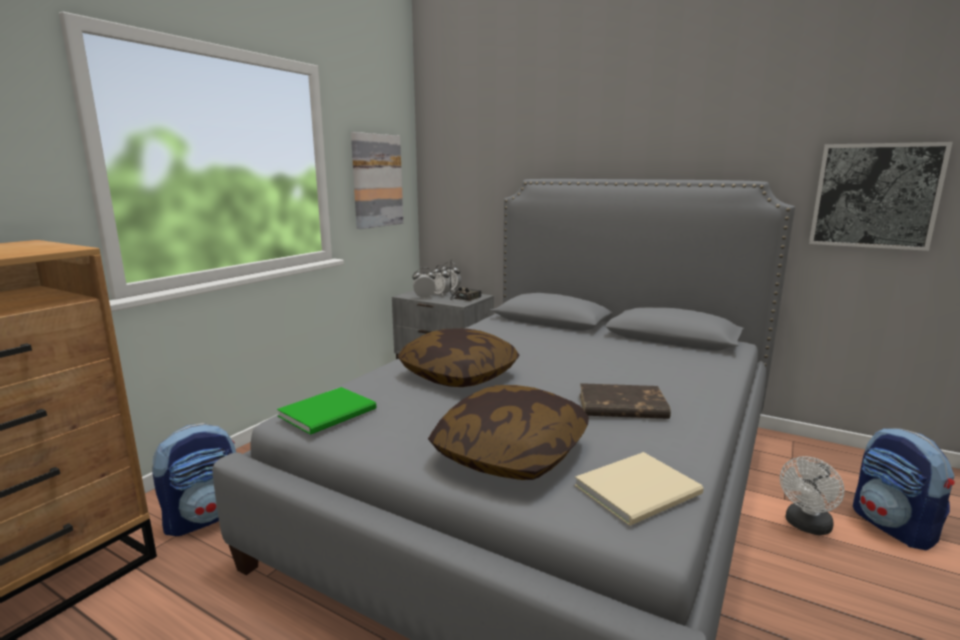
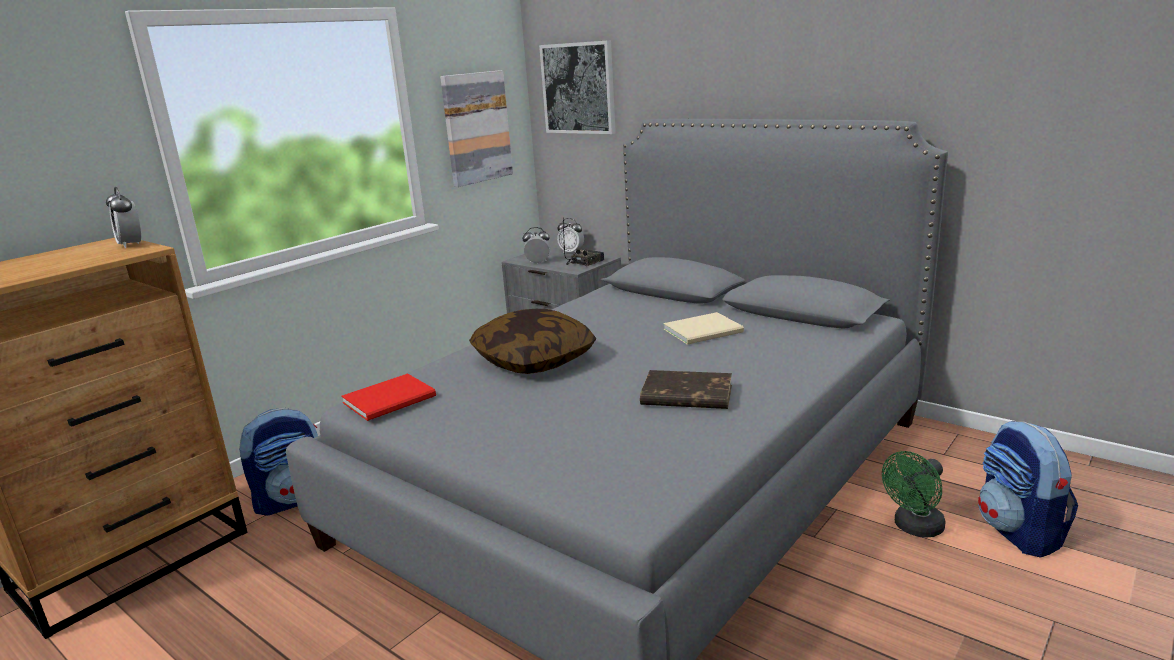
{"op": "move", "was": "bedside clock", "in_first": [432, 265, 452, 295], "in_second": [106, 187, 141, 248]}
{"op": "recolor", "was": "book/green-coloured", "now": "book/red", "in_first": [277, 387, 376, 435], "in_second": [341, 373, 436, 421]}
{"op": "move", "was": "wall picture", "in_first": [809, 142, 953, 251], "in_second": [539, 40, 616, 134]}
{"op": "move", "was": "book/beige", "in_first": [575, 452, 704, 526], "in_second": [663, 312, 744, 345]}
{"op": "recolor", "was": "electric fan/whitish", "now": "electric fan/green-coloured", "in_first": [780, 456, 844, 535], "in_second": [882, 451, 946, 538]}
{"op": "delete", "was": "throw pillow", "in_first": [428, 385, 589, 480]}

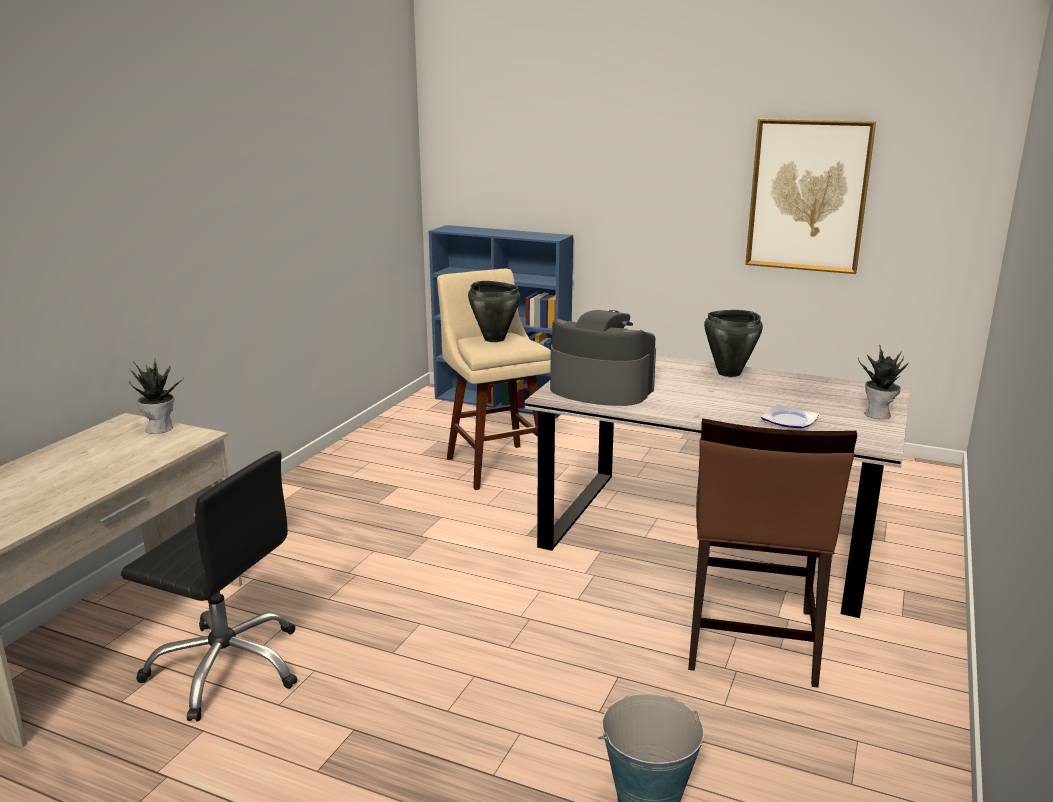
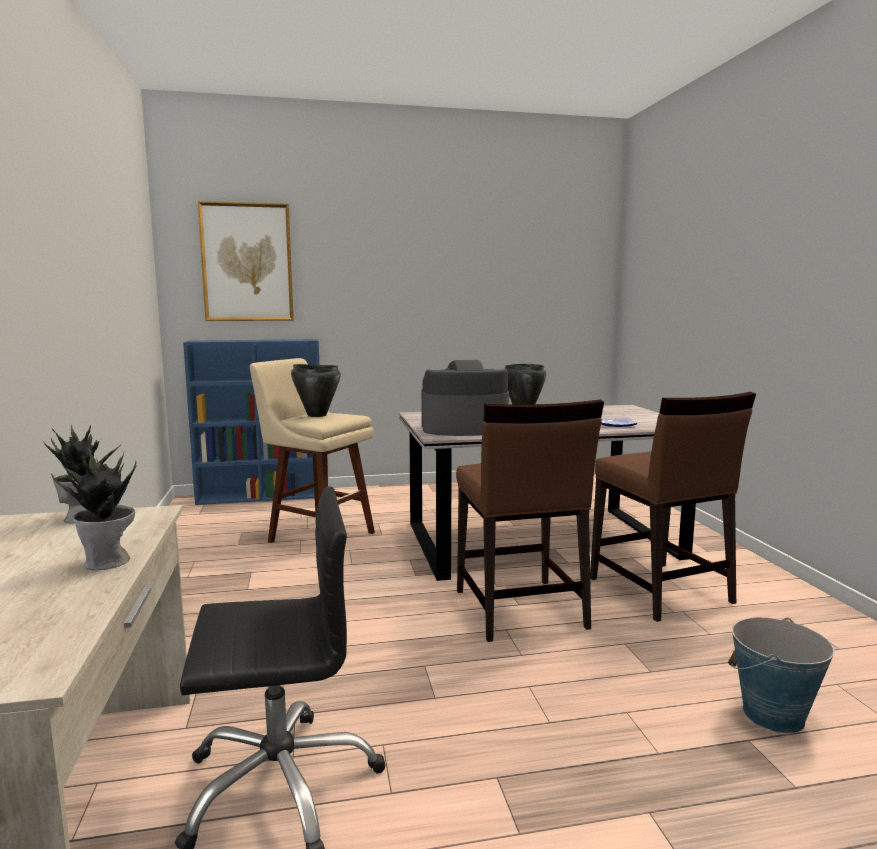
{"op": "move", "was": "houseplant", "in_first": [858, 344, 908, 419], "in_second": [51, 447, 136, 570]}
{"op": "move", "was": "wall picture", "in_first": [745, 118, 876, 274], "in_second": [197, 201, 294, 321]}
{"op": "insert", "now": "upright chair/brownish", "in_second": [456, 400, 604, 642]}

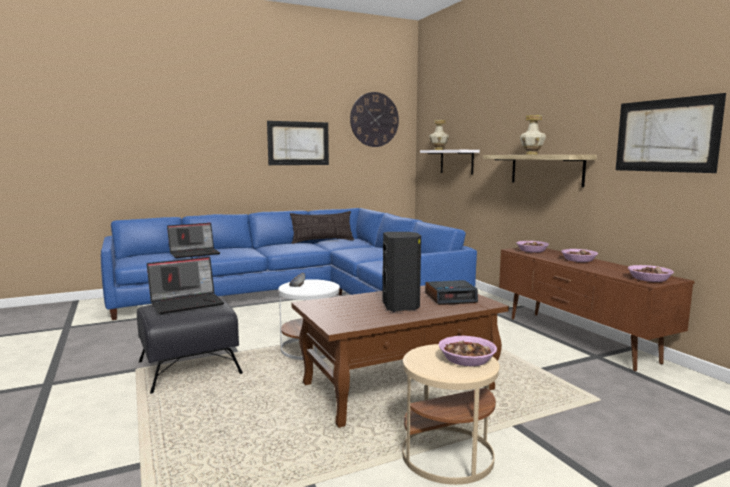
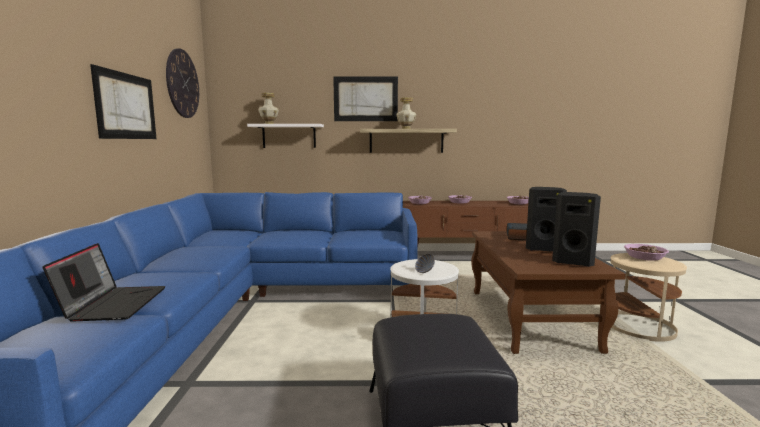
{"op": "move", "was": "wall picture", "in_first": [616, 93, 726, 173], "in_second": [333, 77, 398, 121]}
{"op": "insert", "now": "loudspeaker/black-coloured", "in_second": [552, 192, 601, 267]}
{"op": "delete", "was": "portable computer", "in_first": [147, 257, 224, 314]}
{"op": "delete", "was": "throw pillow", "in_first": [290, 211, 354, 244]}

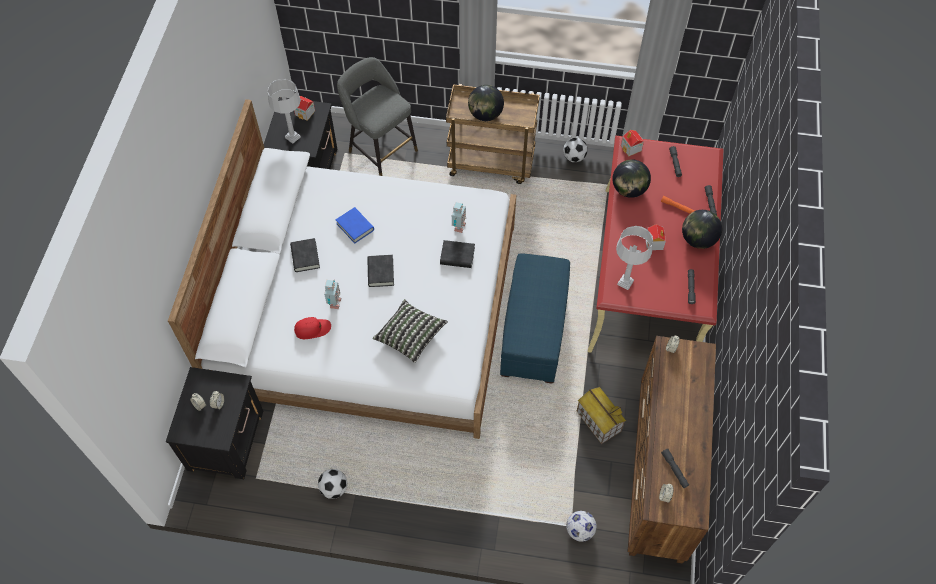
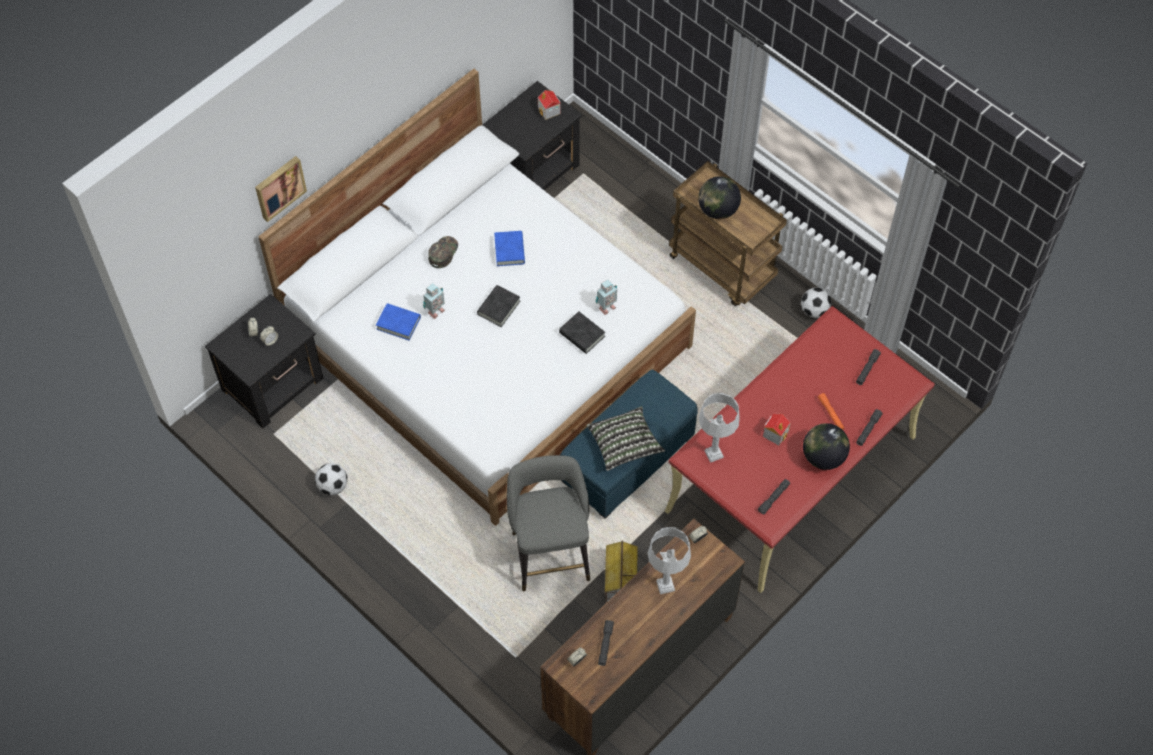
{"op": "insert", "now": "wall picture", "in_second": [255, 156, 307, 222]}
{"op": "replace", "was": "cap/red", "now": "book/blue-coloured", "in_first": [294, 317, 331, 339], "in_second": [376, 303, 421, 341]}
{"op": "replace", "was": "book/black-coloured", "now": "cap/green-coloured", "in_first": [290, 238, 320, 272], "in_second": [428, 236, 458, 268]}
{"op": "move", "was": "stool/gray", "in_first": [337, 57, 418, 176], "in_second": [507, 455, 590, 591]}
{"op": "move", "was": "throw pillow", "in_first": [373, 299, 448, 363], "in_second": [586, 406, 665, 471]}
{"op": "move", "was": "table lamp/gray", "in_first": [268, 79, 301, 144], "in_second": [648, 527, 691, 594]}
{"op": "delete", "was": "football", "in_first": [566, 511, 597, 542]}
{"op": "delete", "was": "desk globe", "in_first": [612, 160, 651, 198]}
{"op": "delete", "was": "model house", "in_first": [621, 130, 644, 156]}

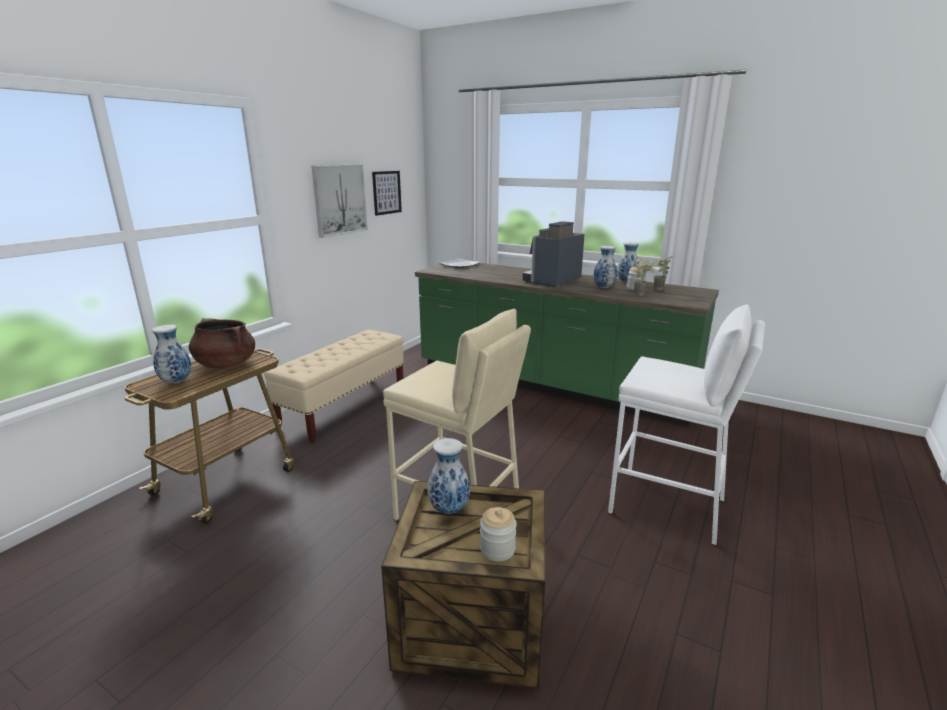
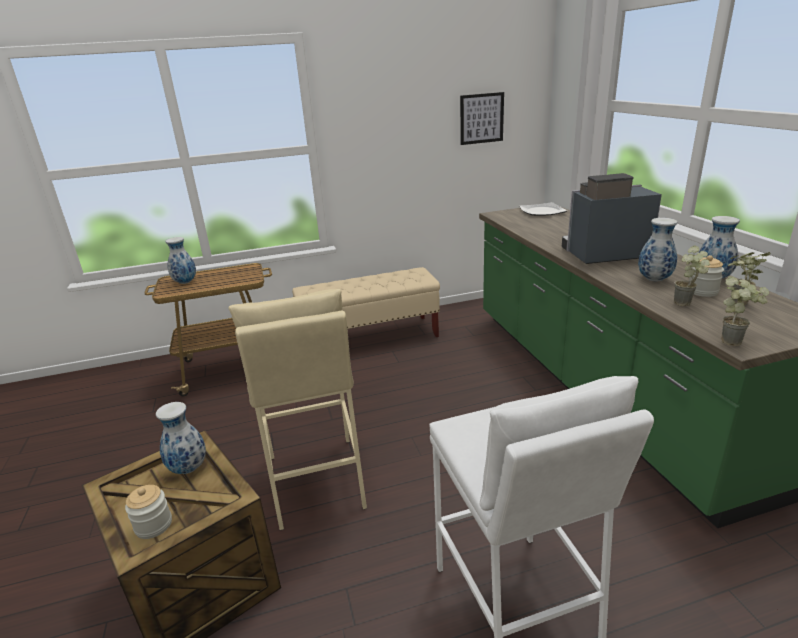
{"op": "insert", "now": "houseplant", "in_second": [722, 276, 769, 346]}
{"op": "delete", "was": "saucepot/brownish", "in_first": [189, 318, 255, 369]}
{"op": "delete", "was": "wall picture", "in_first": [311, 165, 368, 238]}

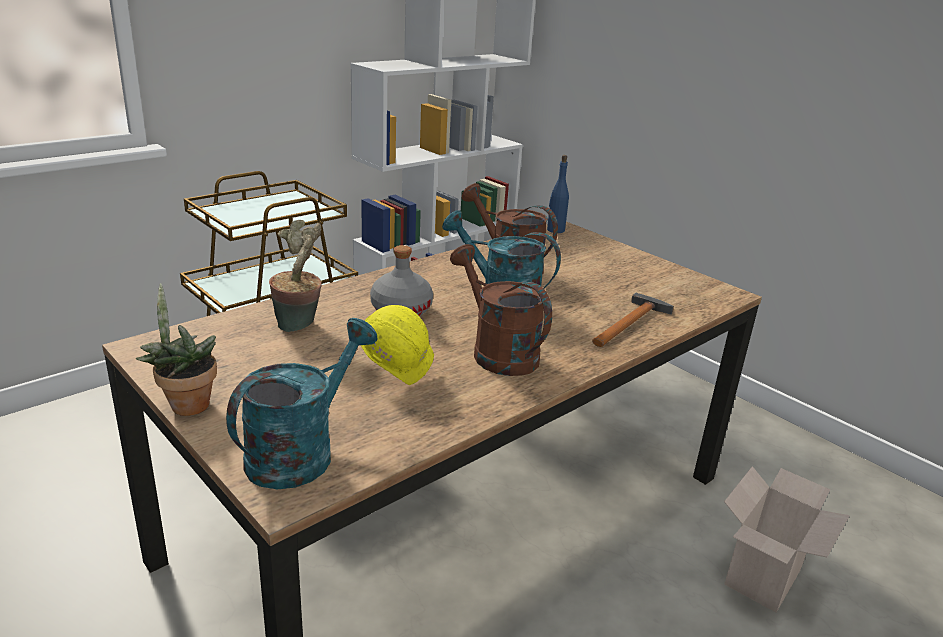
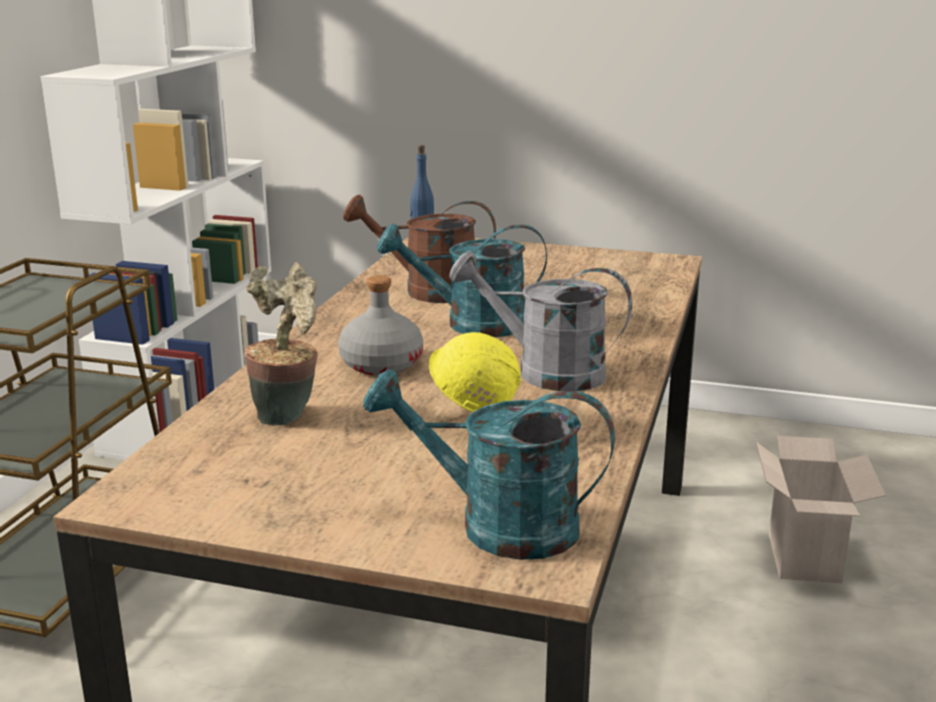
{"op": "rotate", "was": "watering pot/turquoise", "in_first": [226, 318, 378, 489], "in_second": [363, 369, 615, 560], "clockwise": -75}
{"op": "recolor", "was": "watering pot/brownish", "now": "watering pot/gray", "in_first": [450, 244, 552, 376], "in_second": [449, 251, 632, 392]}
{"op": "delete", "was": "houseplant", "in_first": [136, 283, 217, 416]}
{"op": "delete", "was": "hand hammer", "in_first": [592, 293, 674, 347]}

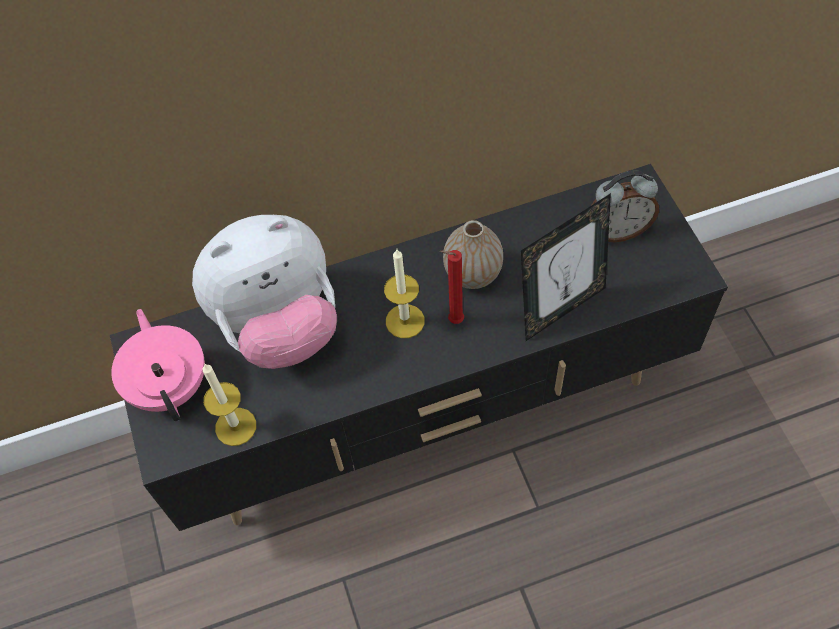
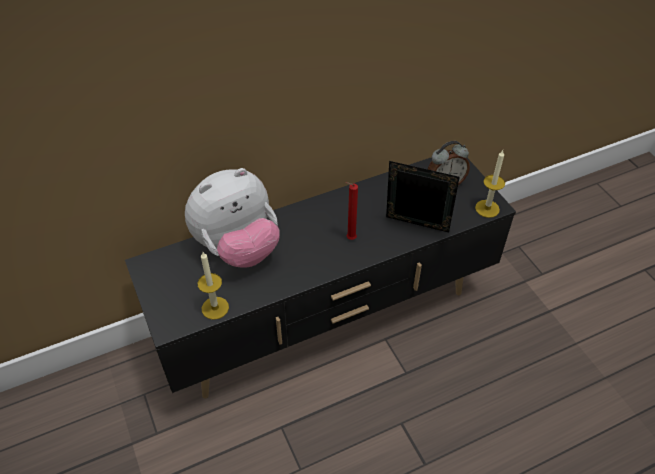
{"op": "rotate", "was": "picture frame", "in_first": [521, 193, 611, 341], "in_second": [386, 161, 460, 232], "clockwise": -120}
{"op": "move", "was": "wax candle", "in_first": [384, 249, 425, 338], "in_second": [475, 150, 505, 218]}
{"op": "delete", "was": "pot for tea/pinkish", "in_first": [111, 309, 205, 421]}
{"op": "delete", "was": "flower vase", "in_first": [443, 220, 503, 289]}

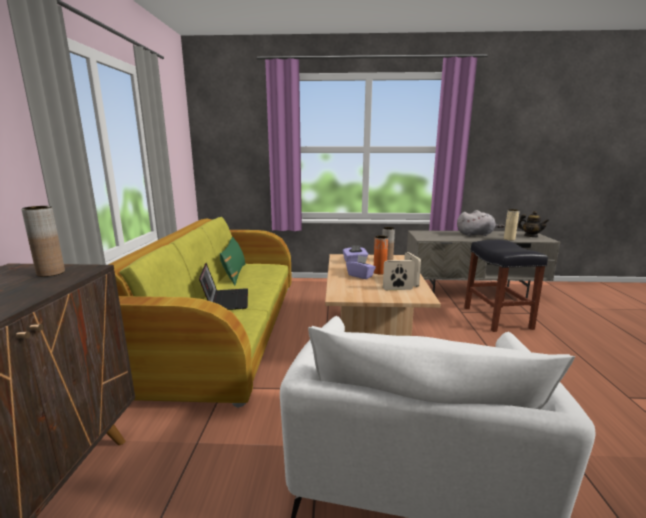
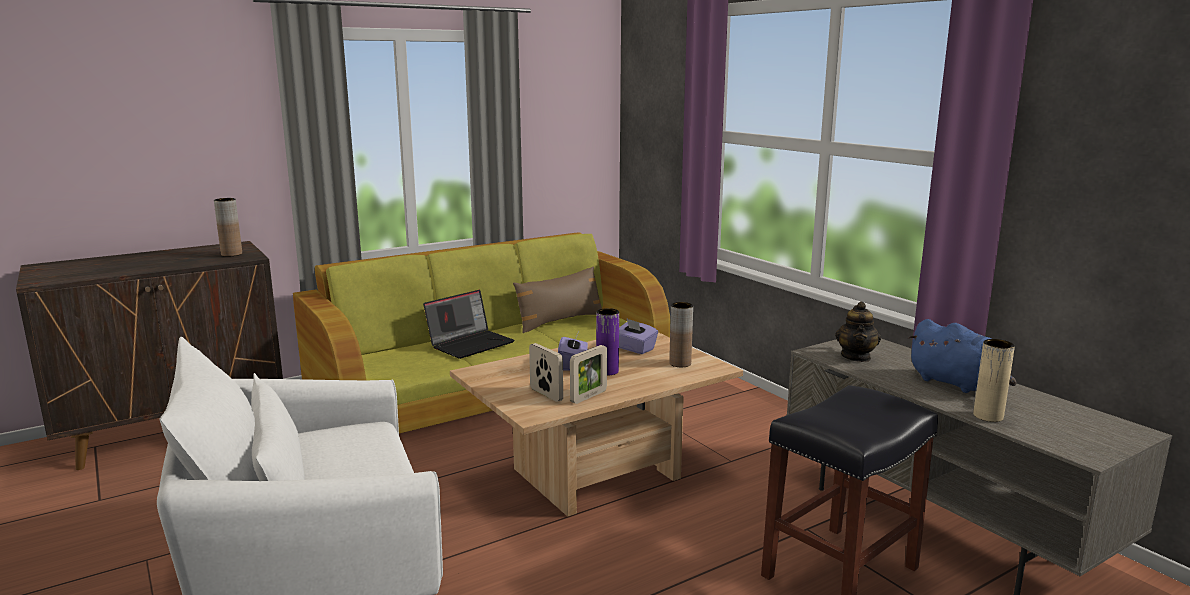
{"op": "recolor", "was": "throw pillow/green-coloured", "now": "throw pillow/brownish", "in_first": [220, 236, 245, 285], "in_second": [513, 266, 602, 333]}
{"op": "recolor", "was": "flower vase/orange", "now": "flower vase/purplish", "in_first": [374, 236, 388, 275], "in_second": [596, 308, 619, 376]}
{"op": "move", "was": "pot for tea", "in_first": [517, 211, 549, 237], "in_second": [835, 302, 881, 362]}
{"op": "recolor", "was": "plush toy/gray", "now": "plush toy/blue-coloured", "in_first": [457, 210, 504, 237], "in_second": [908, 319, 1016, 393]}

